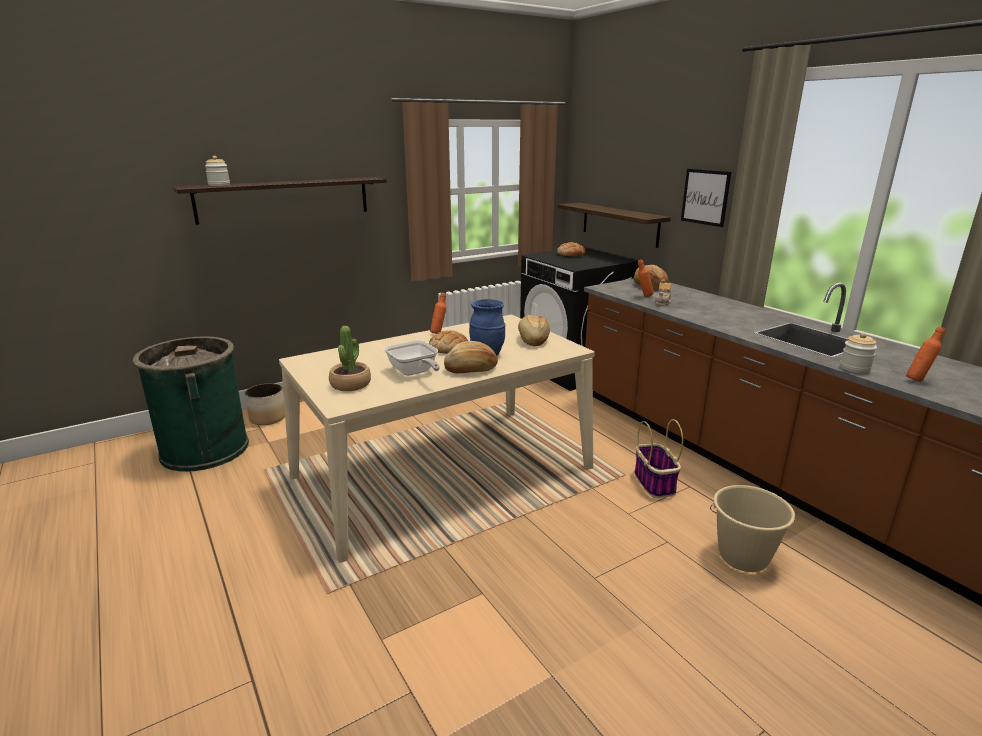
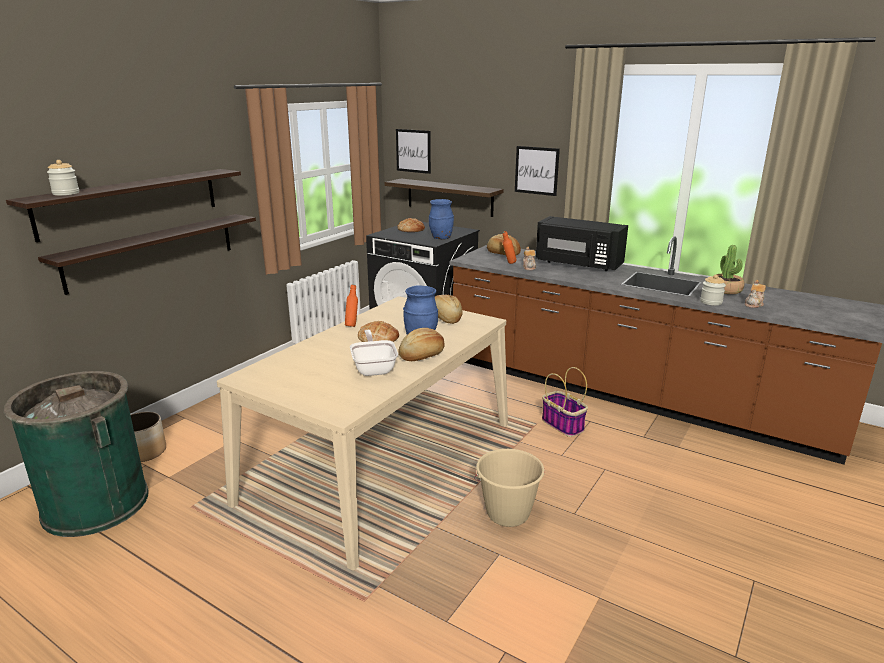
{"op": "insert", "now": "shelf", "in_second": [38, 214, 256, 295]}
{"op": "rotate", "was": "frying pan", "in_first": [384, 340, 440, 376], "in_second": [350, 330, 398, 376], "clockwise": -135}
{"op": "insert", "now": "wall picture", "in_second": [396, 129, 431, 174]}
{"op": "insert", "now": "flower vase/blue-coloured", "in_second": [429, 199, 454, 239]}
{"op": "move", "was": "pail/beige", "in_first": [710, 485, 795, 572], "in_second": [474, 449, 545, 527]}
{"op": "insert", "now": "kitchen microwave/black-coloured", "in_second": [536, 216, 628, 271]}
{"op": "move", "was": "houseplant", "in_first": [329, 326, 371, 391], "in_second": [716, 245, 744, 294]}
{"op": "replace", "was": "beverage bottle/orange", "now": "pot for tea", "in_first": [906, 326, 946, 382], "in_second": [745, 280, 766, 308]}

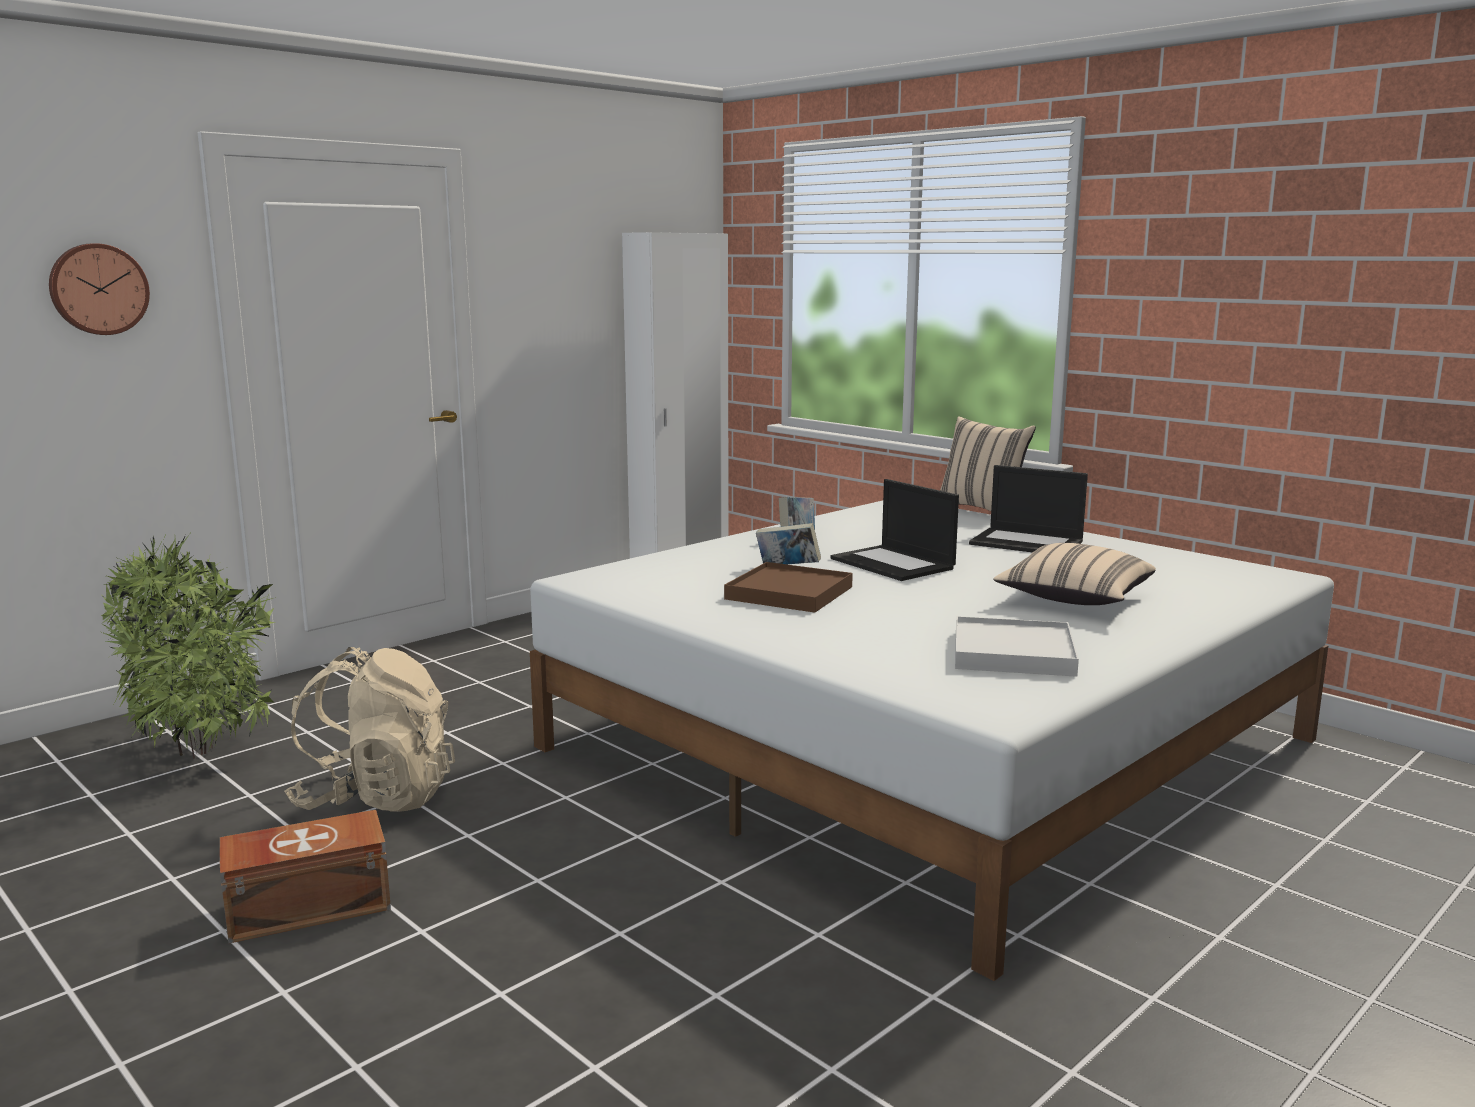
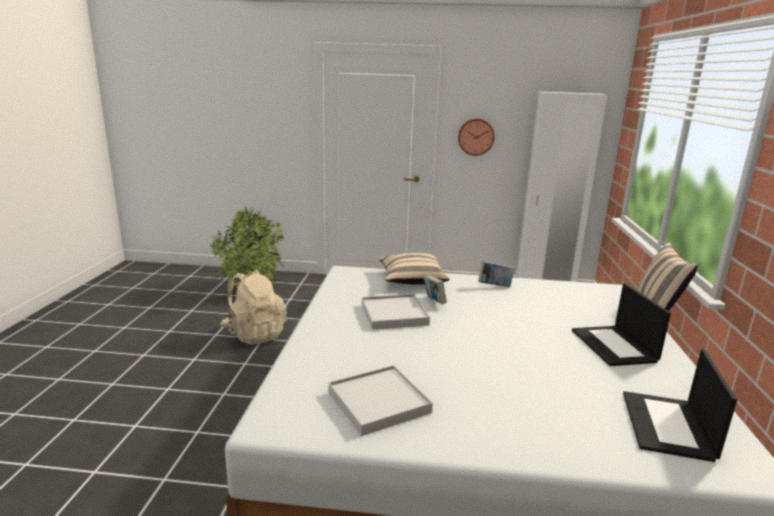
{"op": "recolor", "was": "tray/brownish", "now": "tray/whitish", "in_first": [724, 562, 853, 613], "in_second": [362, 294, 430, 330]}
{"op": "move", "was": "throw pillow/beige", "in_first": [993, 543, 1156, 605], "in_second": [379, 253, 450, 285]}
{"op": "move", "was": "wall clock", "in_first": [49, 243, 150, 335], "in_second": [458, 119, 495, 156]}
{"op": "move", "was": "portable computer", "in_first": [831, 479, 959, 581], "in_second": [623, 349, 737, 462]}
{"op": "delete", "was": "storage container/brownish", "in_first": [220, 810, 391, 943]}

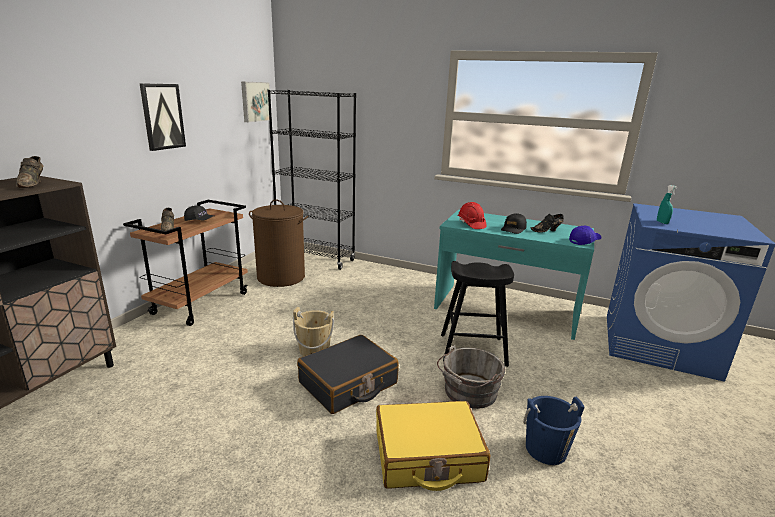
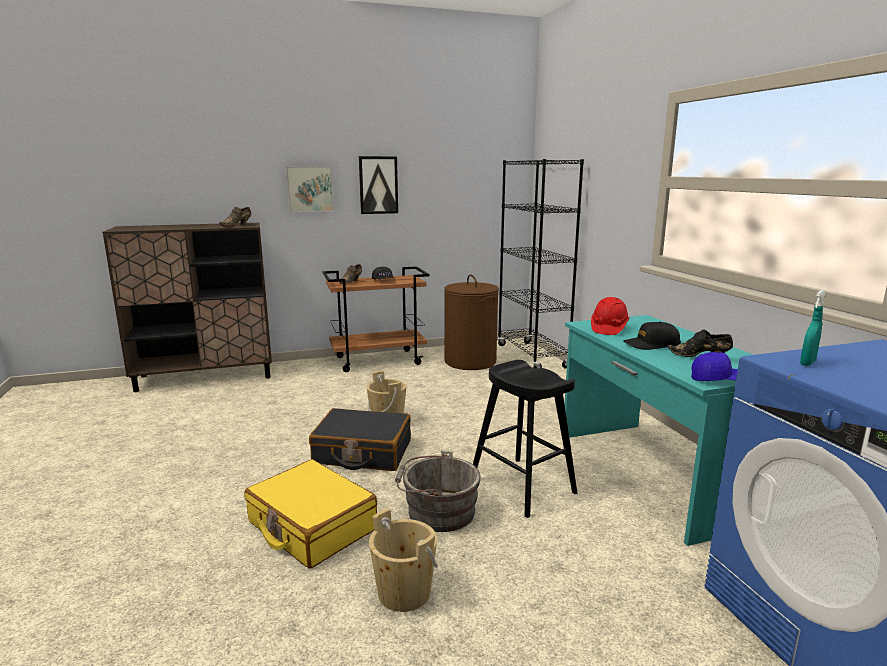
{"op": "move", "was": "wall picture", "in_first": [241, 82, 270, 122], "in_second": [286, 166, 334, 212]}
{"op": "recolor", "was": "pail/blue-coloured", "now": "pail/beige", "in_first": [523, 396, 585, 465], "in_second": [369, 508, 438, 612]}

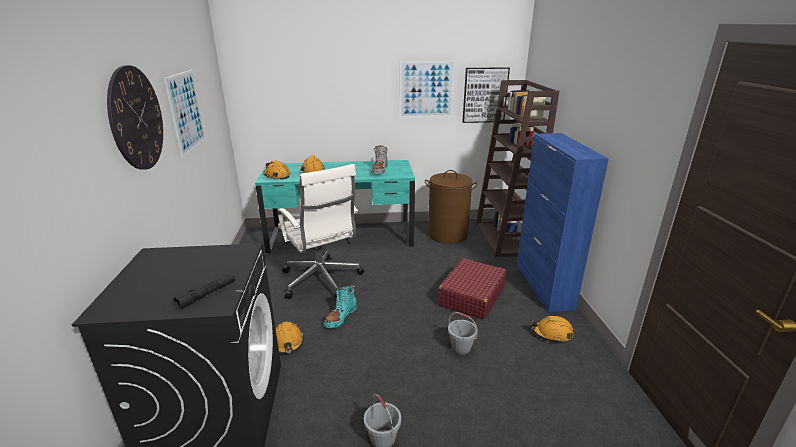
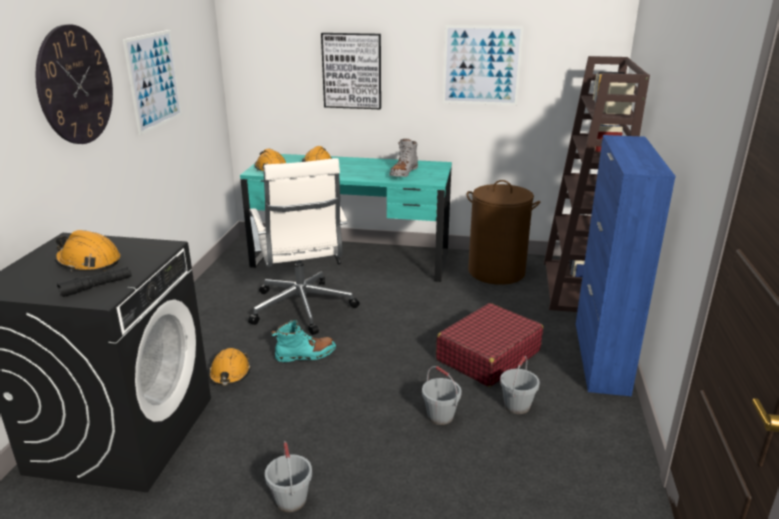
{"op": "move", "was": "hard hat/orange", "in_first": [531, 316, 573, 343], "in_second": [55, 230, 120, 272]}
{"op": "rotate", "was": "tall boot/turquoise", "in_first": [324, 284, 357, 328], "in_second": [271, 319, 336, 362], "clockwise": -150}
{"op": "move", "was": "wall picture", "in_first": [462, 67, 510, 123], "in_second": [321, 33, 381, 109]}
{"op": "insert", "now": "pail/gray", "in_second": [500, 356, 540, 414]}

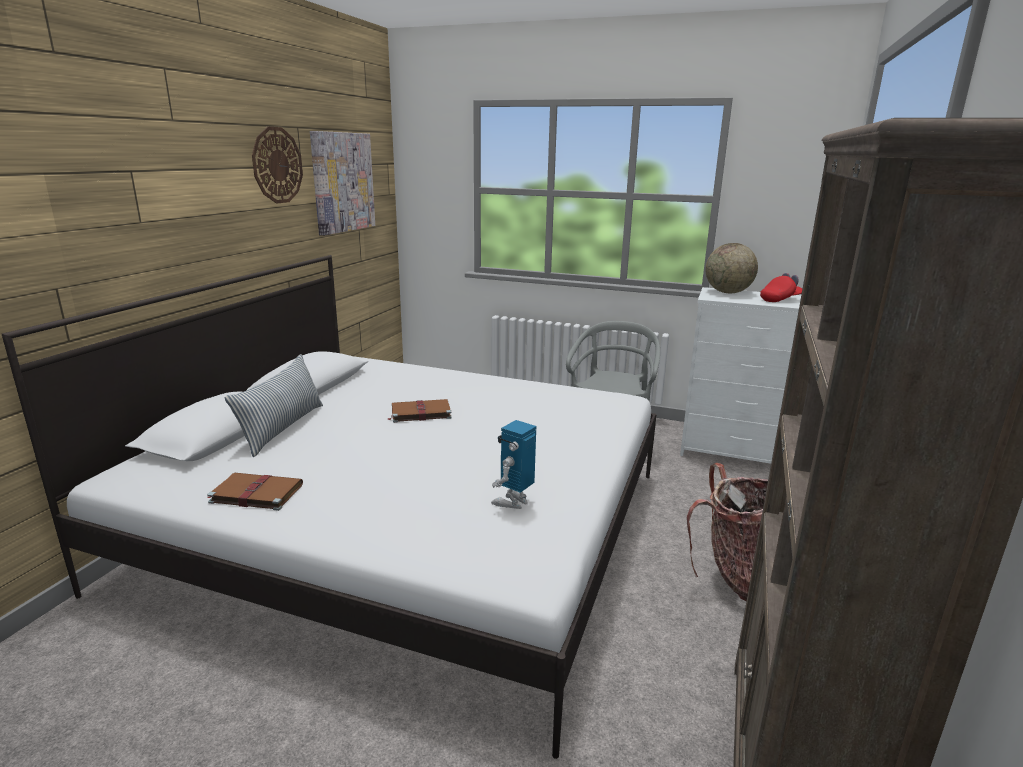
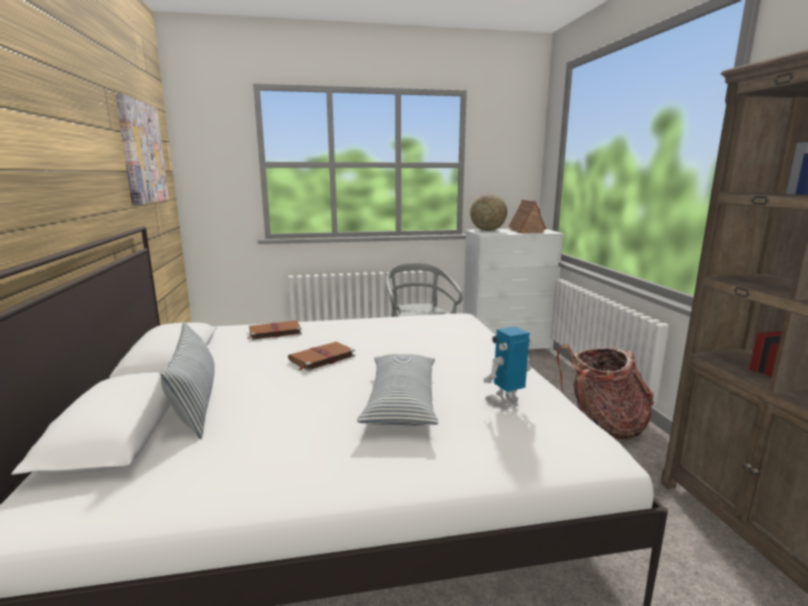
{"op": "move", "was": "book/brownish", "in_first": [207, 473, 303, 511], "in_second": [247, 321, 302, 340]}
{"op": "insert", "now": "throw pillow", "in_second": [357, 354, 438, 426]}
{"op": "rotate", "was": "model robot", "in_first": [491, 420, 537, 509], "in_second": [483, 326, 531, 409], "clockwise": 60}
{"op": "replace", "was": "cap/red", "now": "model house", "in_first": [760, 273, 802, 302], "in_second": [508, 200, 546, 233]}
{"op": "delete", "was": "wall clock", "in_first": [252, 127, 303, 203]}

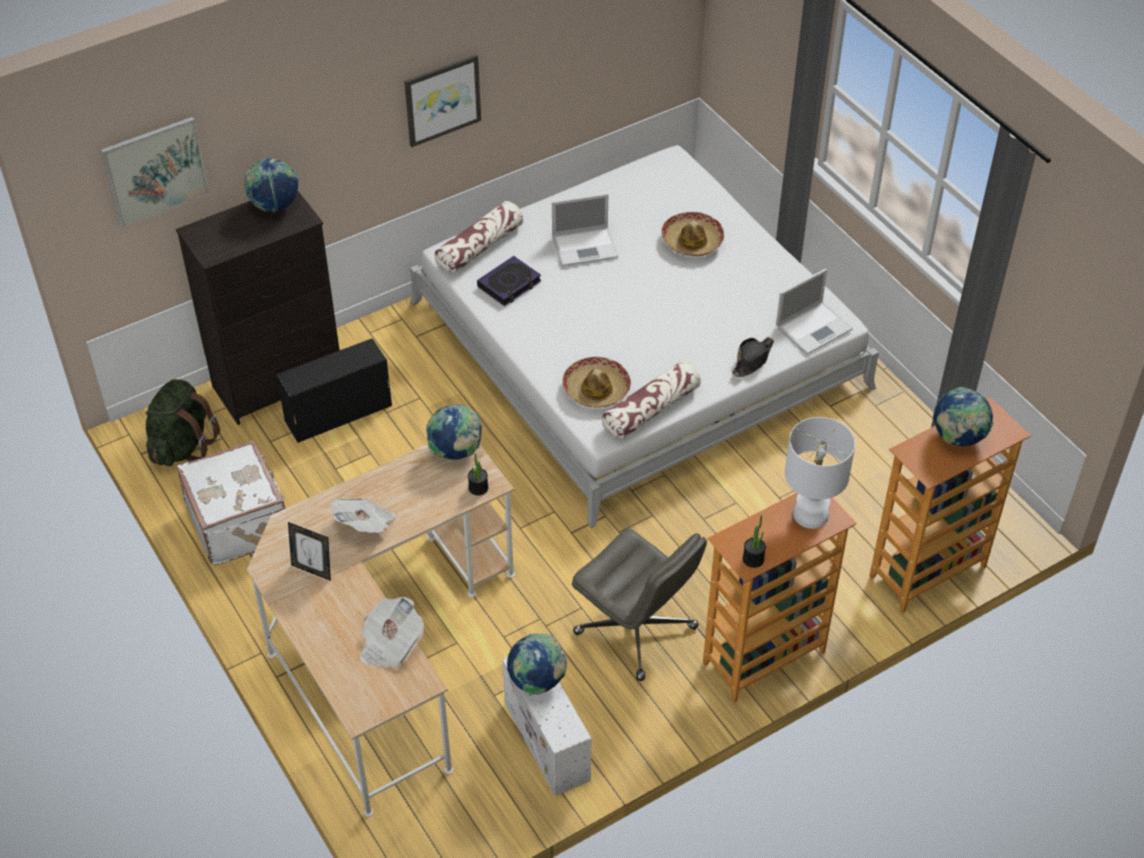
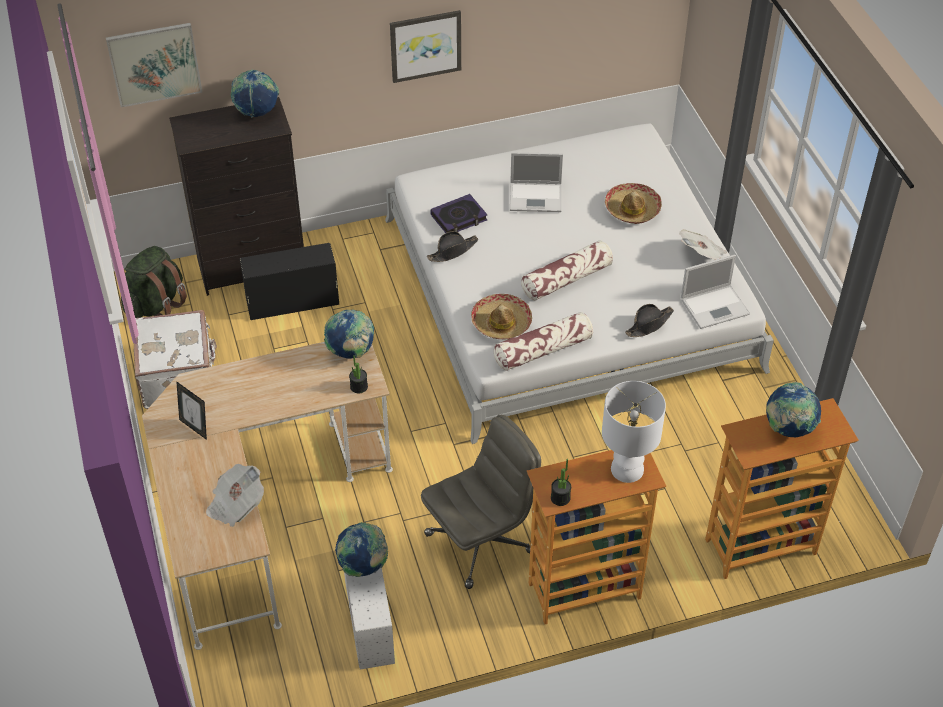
{"op": "rotate", "was": "office chair/gray", "in_first": [572, 529, 707, 681], "in_second": [421, 415, 541, 589], "clockwise": -90}
{"op": "insert", "now": "clothing hat/black-coloured", "in_second": [427, 231, 478, 262]}
{"op": "move", "was": "throw pillow", "in_first": [435, 201, 523, 274], "in_second": [521, 240, 613, 301]}
{"op": "move", "was": "daily paper", "in_first": [330, 498, 397, 533], "in_second": [679, 230, 727, 260]}

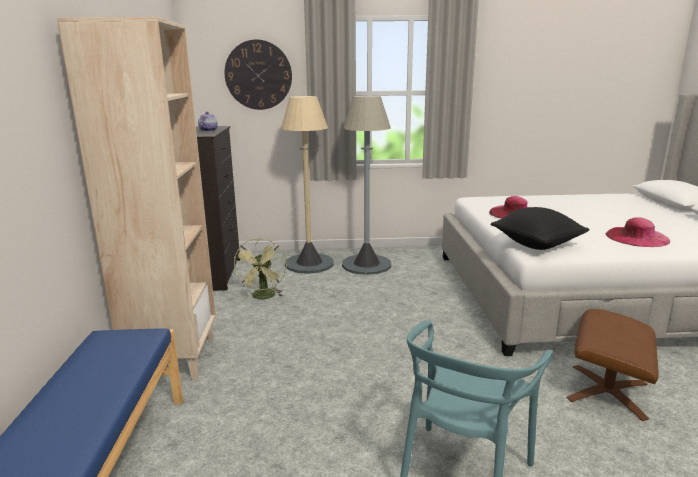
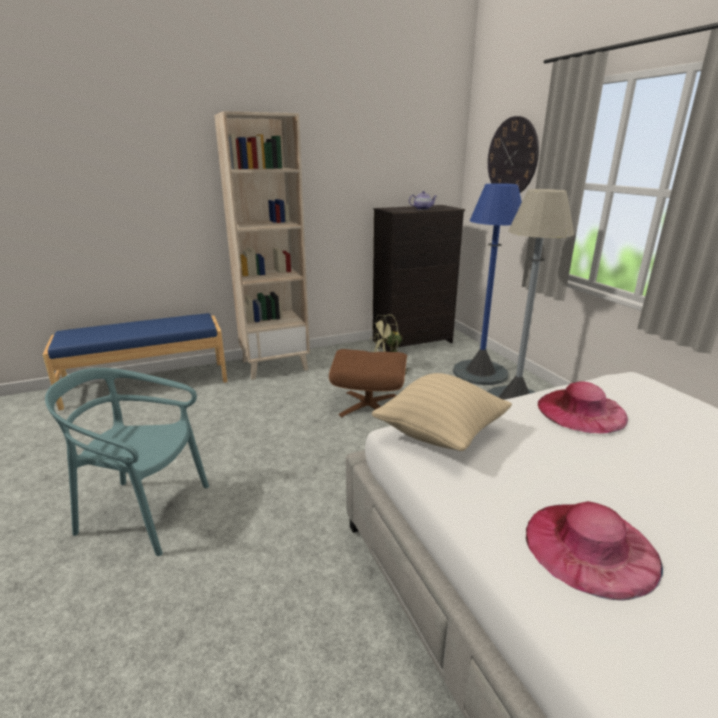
{"op": "move", "was": "pouffe/brownish", "in_first": [567, 309, 659, 421], "in_second": [329, 349, 407, 417]}
{"op": "recolor", "was": "throw pillow/black-coloured", "now": "throw pillow/beige", "in_first": [491, 207, 590, 250], "in_second": [372, 373, 512, 451]}
{"op": "recolor", "was": "floor lamp/beige", "now": "floor lamp/blue-coloured", "in_first": [281, 96, 334, 274], "in_second": [453, 183, 522, 385]}

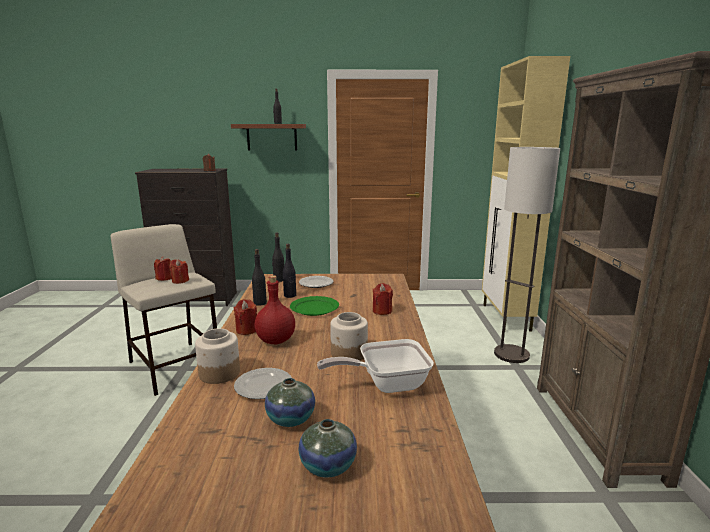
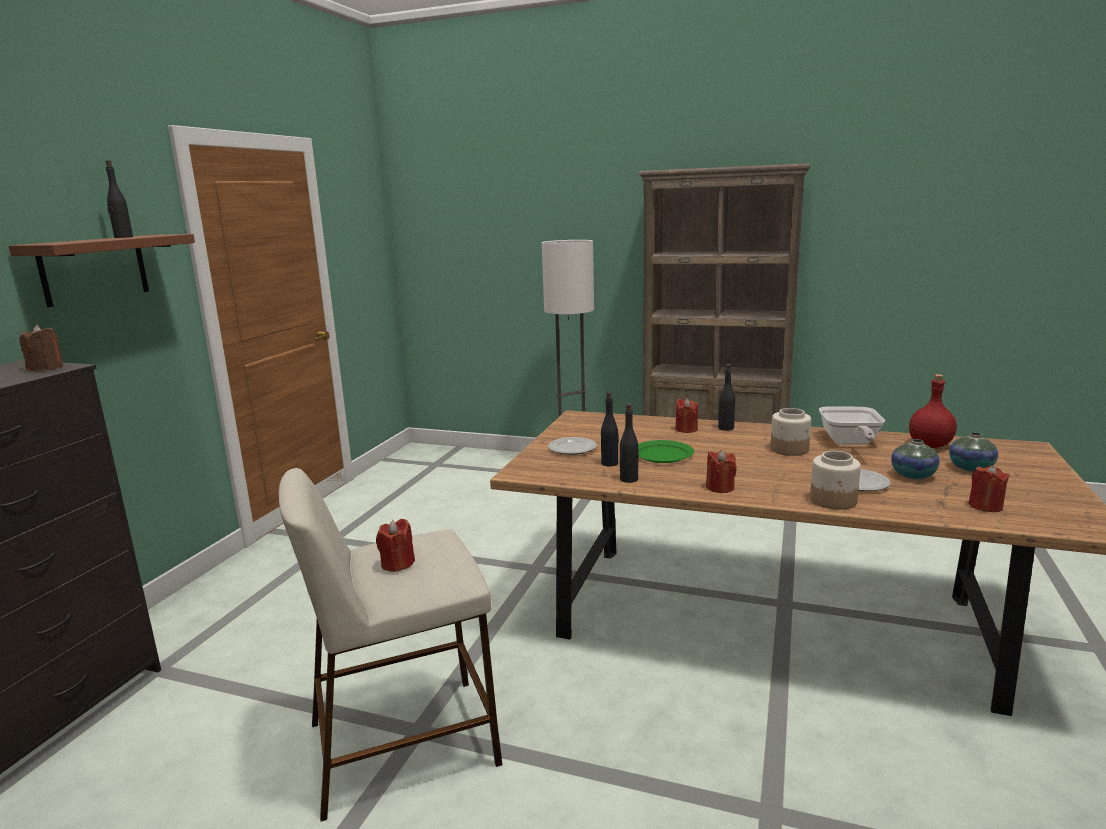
{"op": "move", "was": "beverage bottle/black-coloured", "in_first": [272, 233, 284, 282], "in_second": [718, 364, 735, 431]}
{"op": "move", "was": "beverage bottle/red", "in_first": [255, 275, 295, 345], "in_second": [909, 374, 957, 448]}
{"op": "move", "was": "wax candle/red", "in_first": [169, 259, 189, 284], "in_second": [968, 465, 1010, 512]}
{"op": "delete", "was": "storage cabinet/beige", "in_first": [482, 56, 570, 332]}

